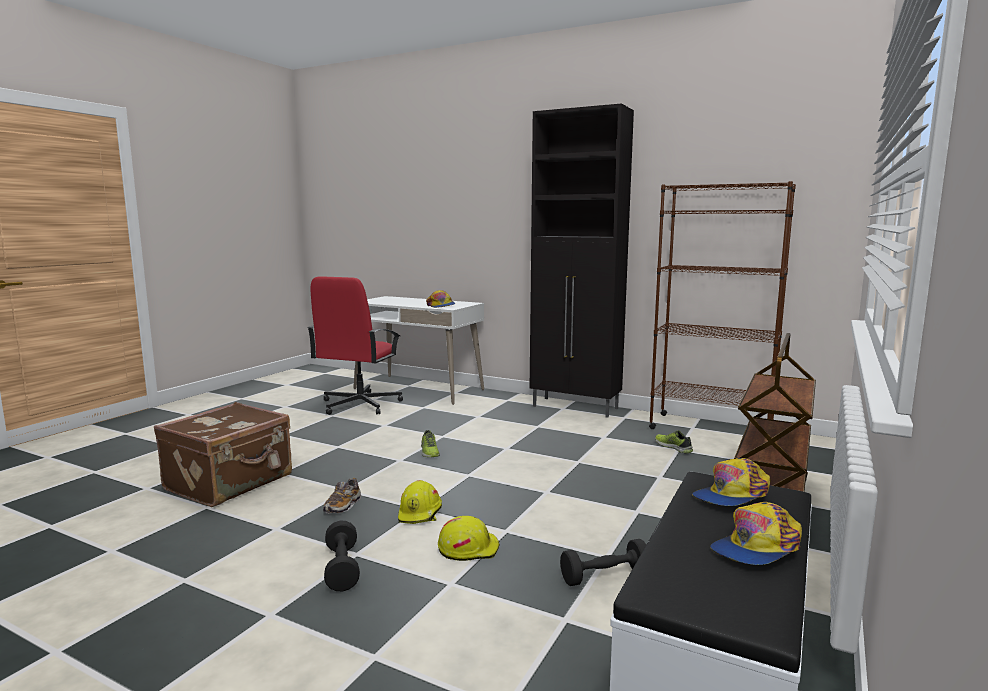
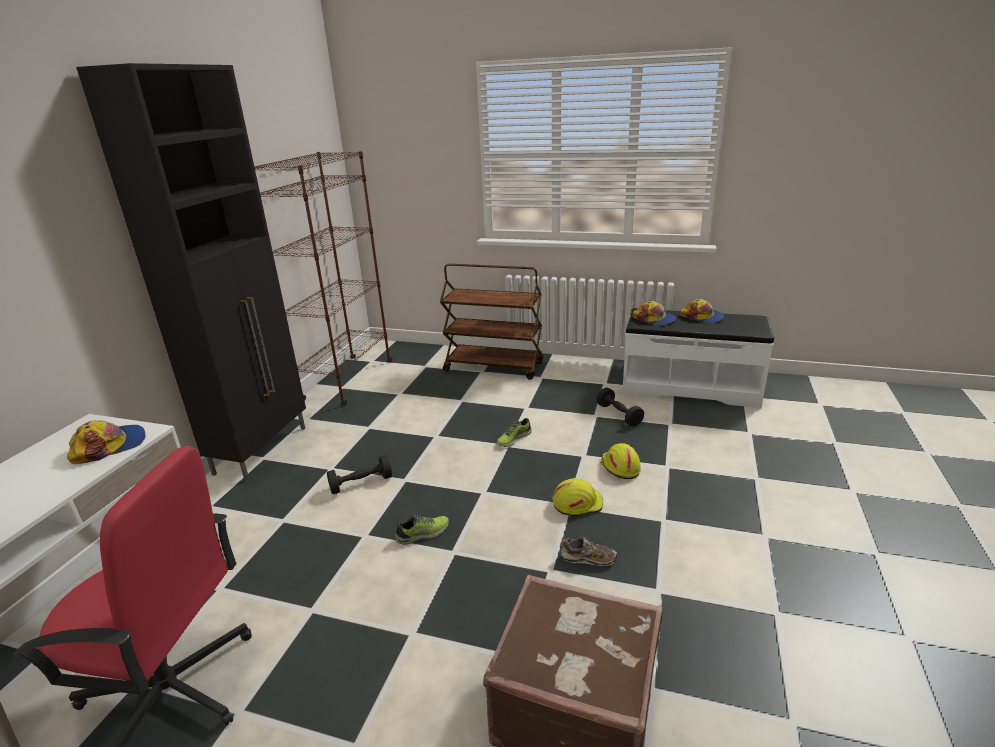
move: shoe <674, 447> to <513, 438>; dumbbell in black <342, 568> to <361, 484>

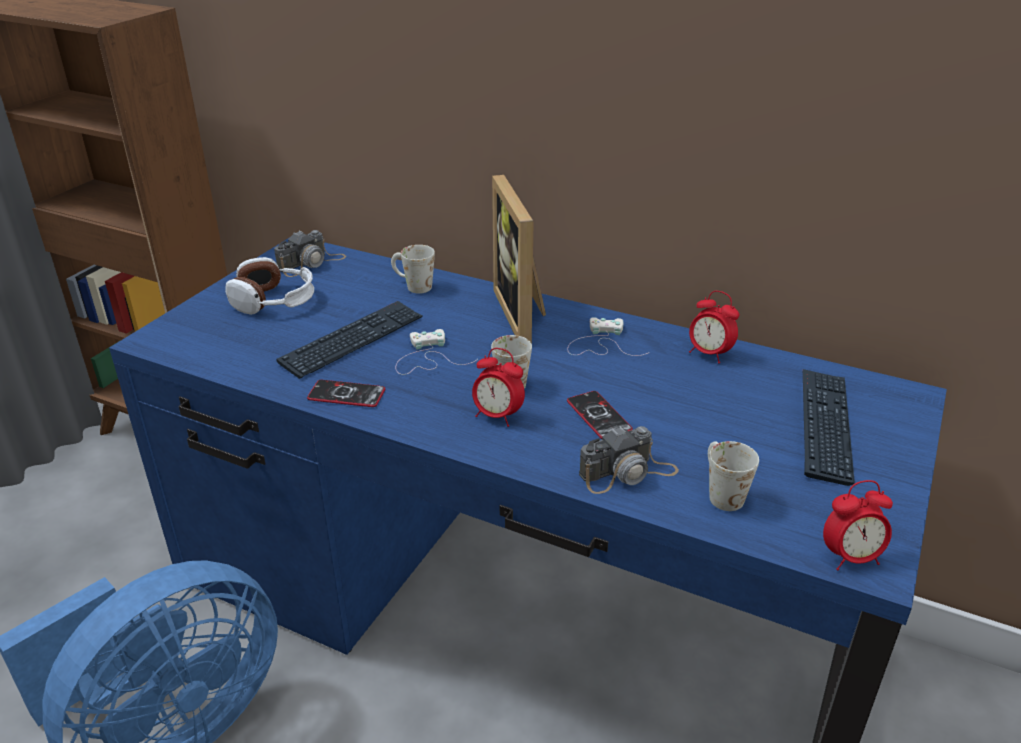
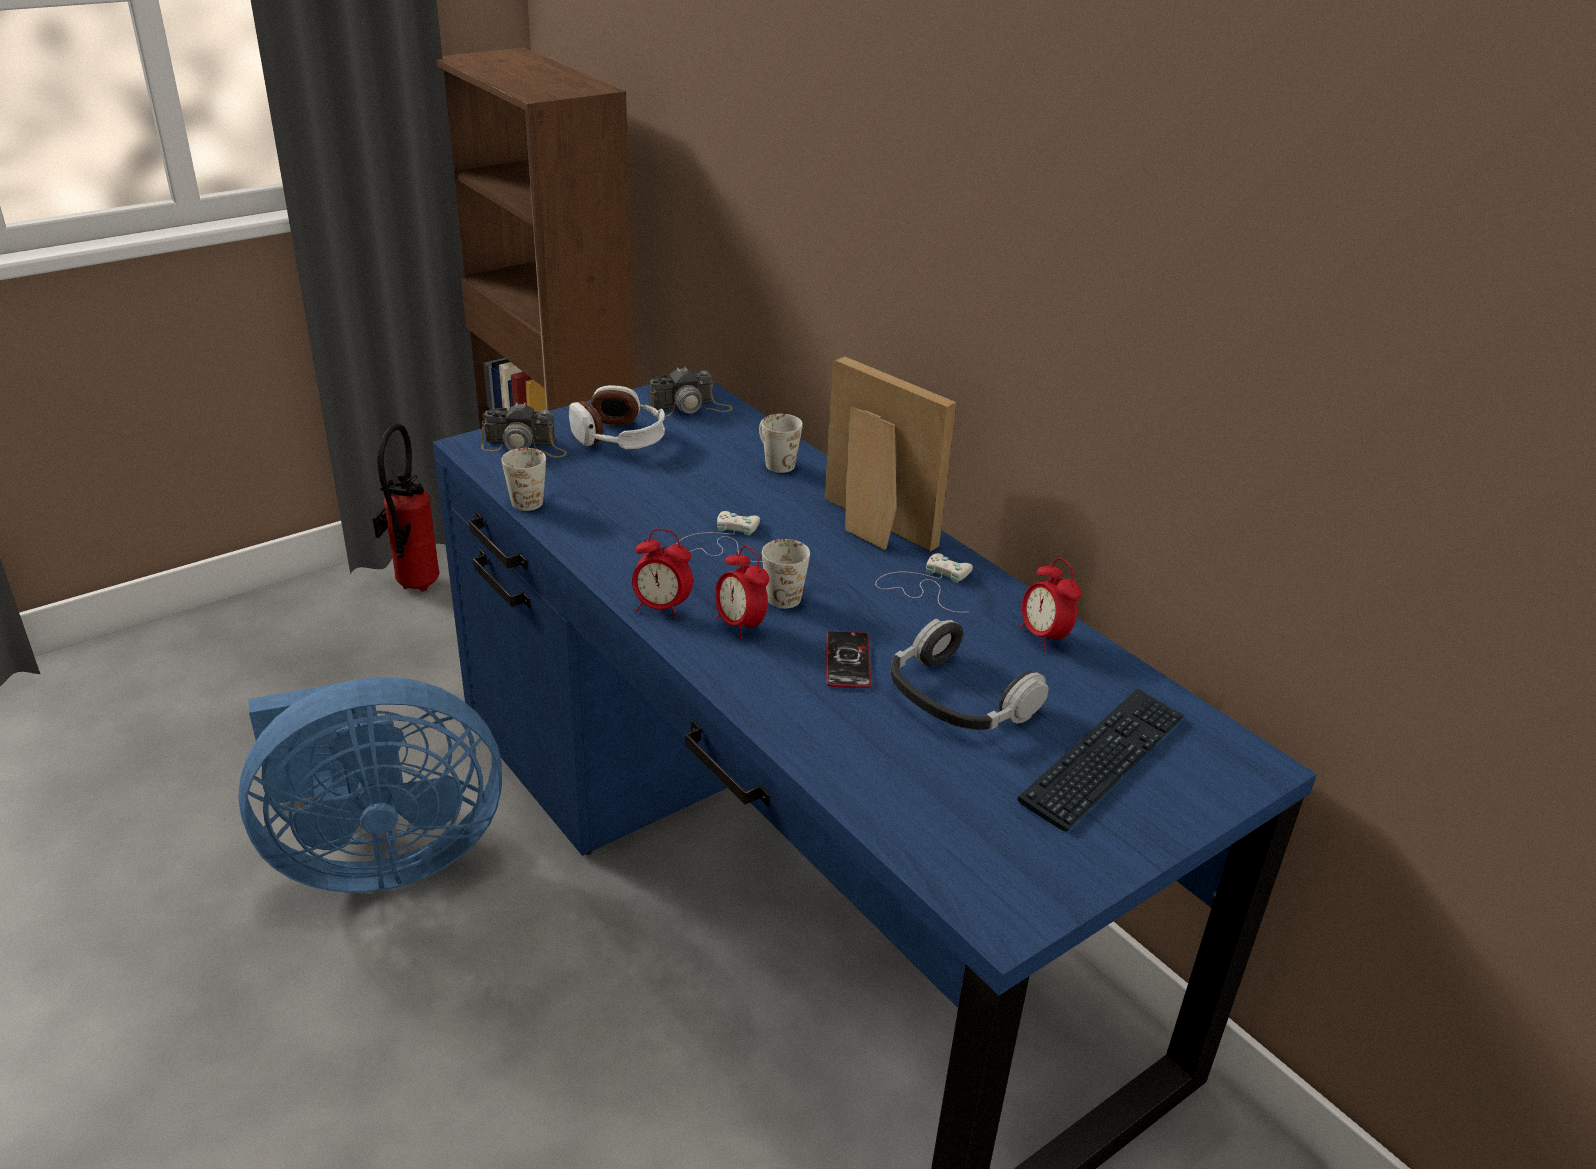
delete: keyboard <353, 341>; phone <346, 395>
insert: fire extinguisher <412, 587>; headphones <958, 698>
move: photo camera <628, 473> to <525, 446>; mug in white <720, 492> to <530, 498>; alarm clock <850, 557> to <661, 608>
rotate: picture frame <524, 314> = <869, 528> 120 degrees clockwise

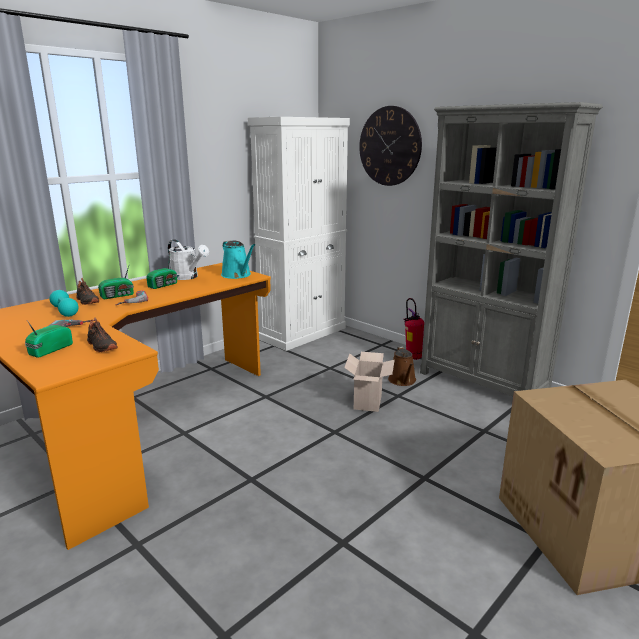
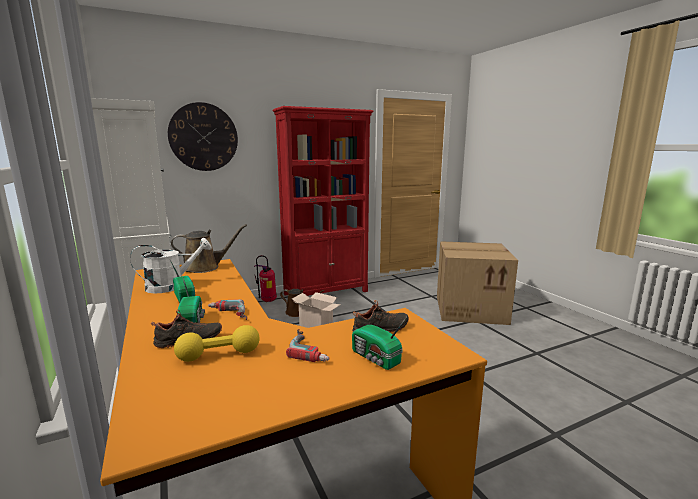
recolor: bookcase in grey <482, 384> to bookcase in red <326, 292>; watering can in turquoise <237, 275> to watering can in brown <205, 267>; dumbbell in turquoise <65, 311> to dumbbell in yellow <219, 355>

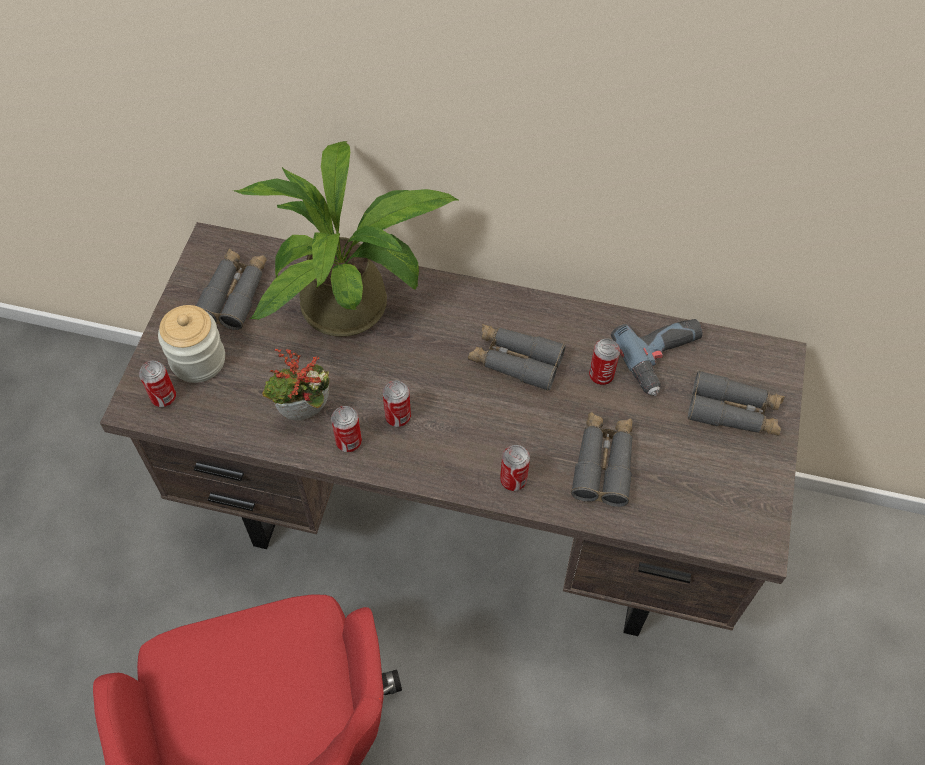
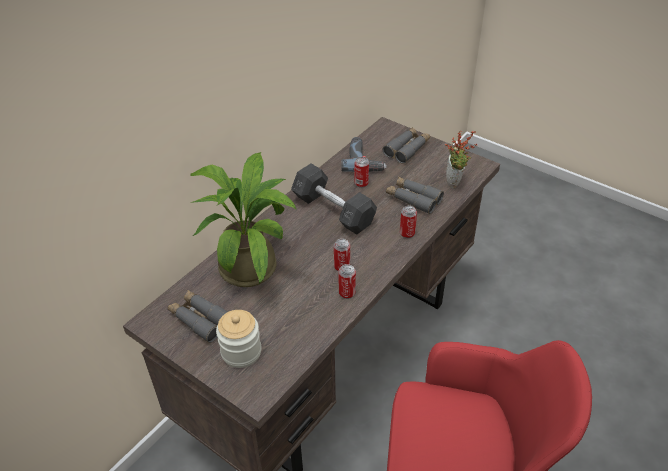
delete: can <164, 397>
move: potted plant <304, 417> to <455, 183>
replace: binoculars in grey <515, 361> to dumbbell in grey <333, 210>

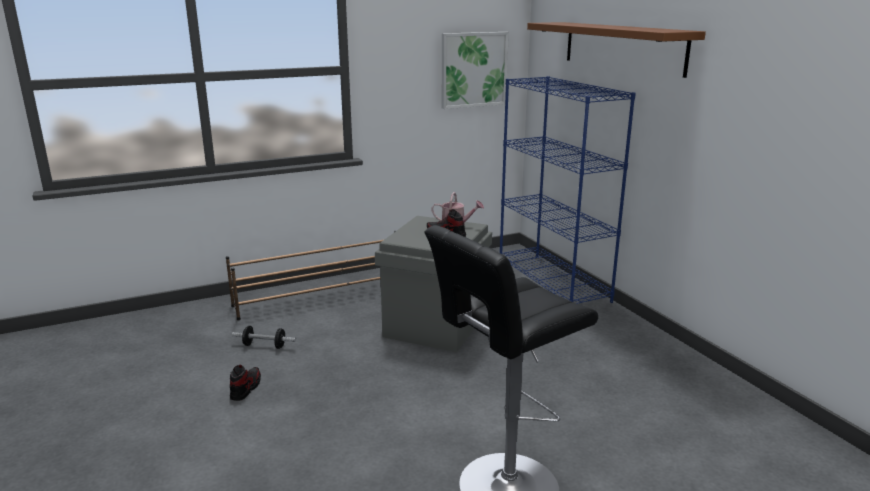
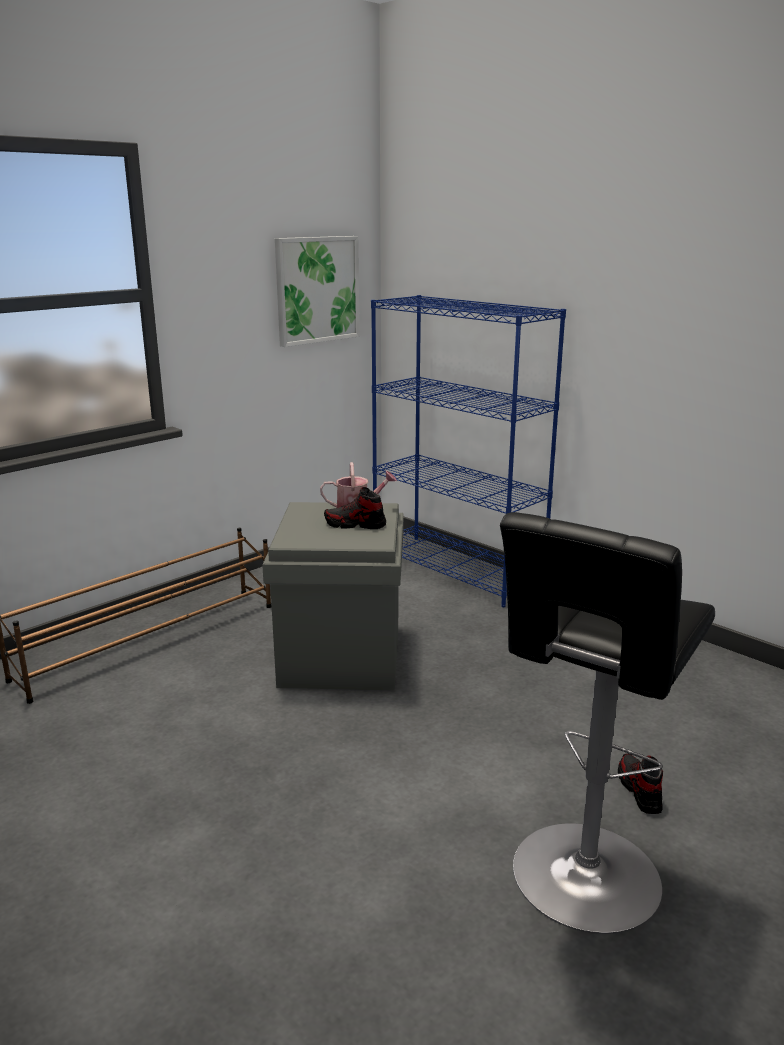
delete: shelf in brown <622, 47>; dumbbell <264, 346>
move: shoe <246, 388> to <639, 790>

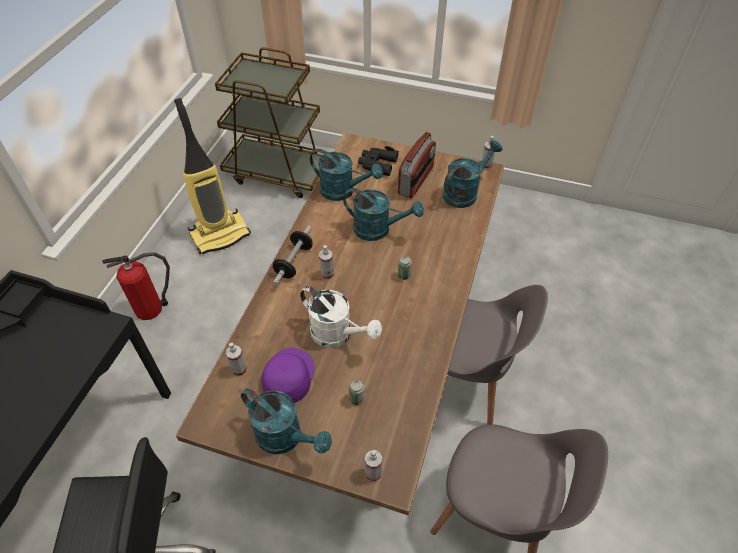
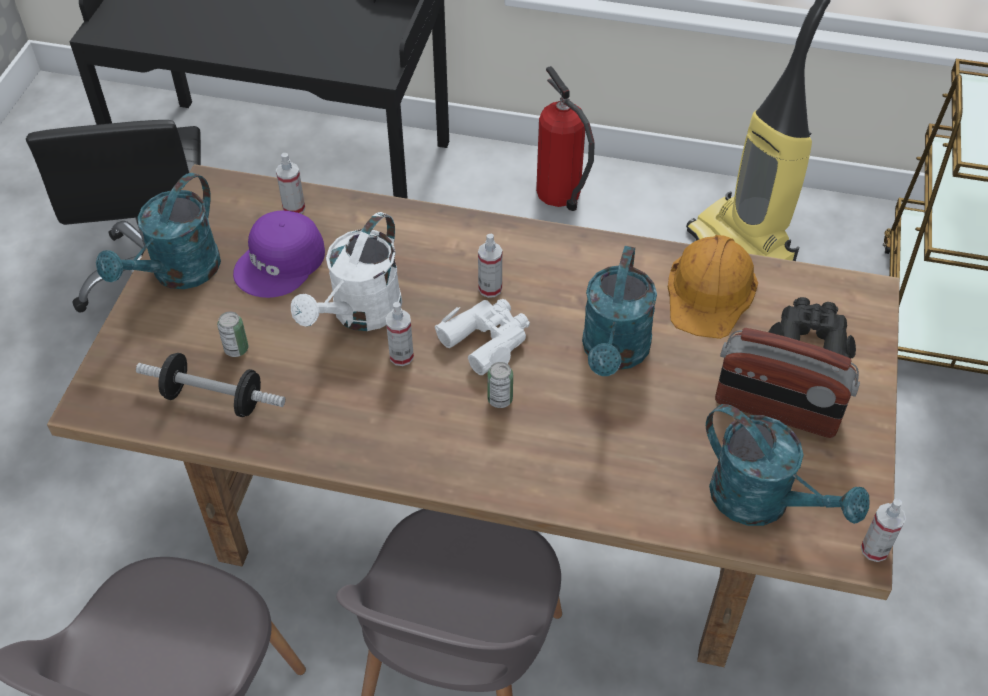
insert: binoculars in white <486, 339>
move: dumbbell <294, 262> to <214, 399>; spray bottle <373, 473> to <401, 356>
replace: watering can in turquoise <343, 191> to hard hat in orange <710, 291>
rotate: cap in purple <287, 376> = <281, 262> 120 degrees clockwise

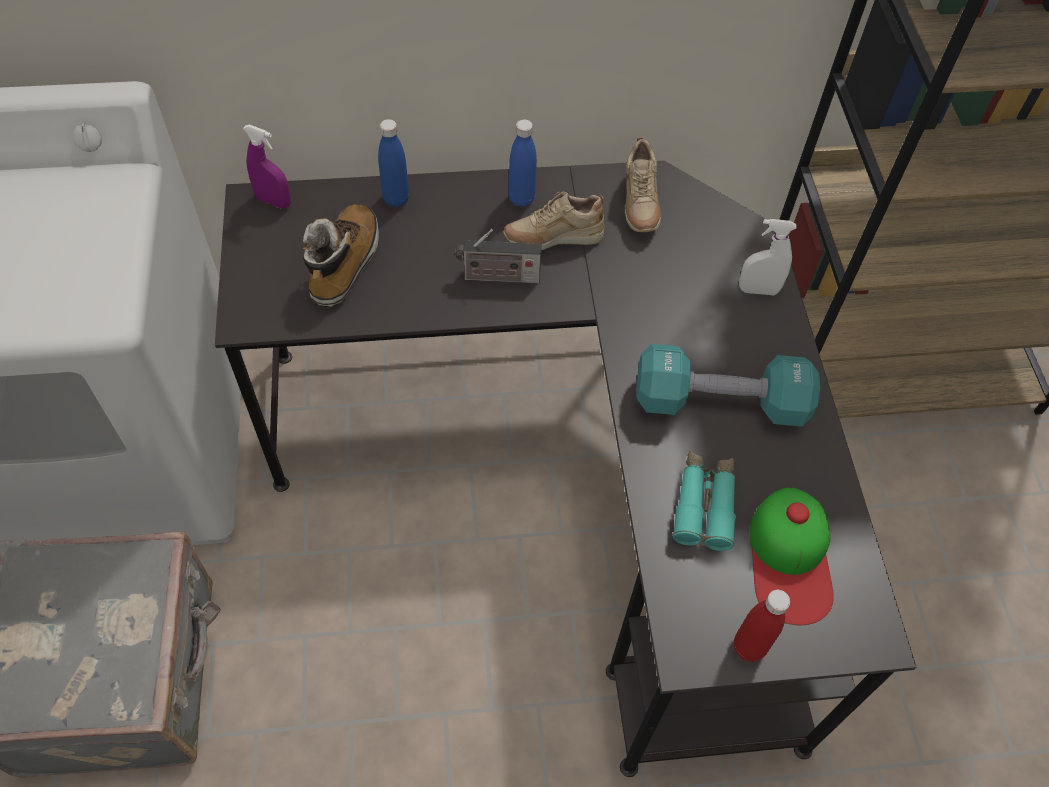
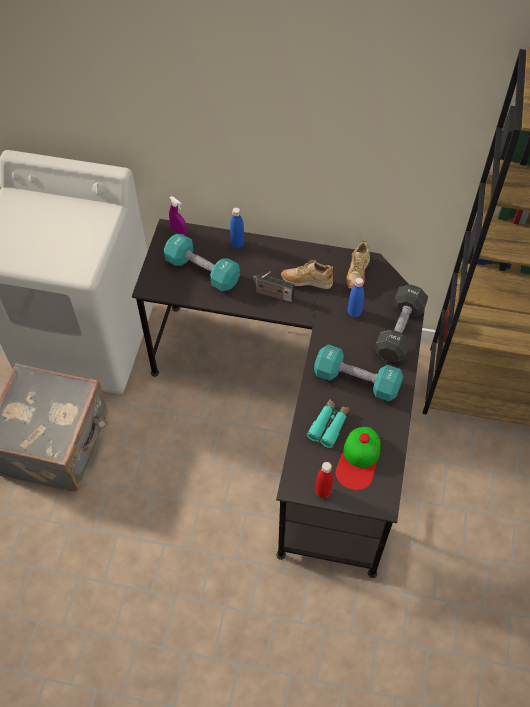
move: bottle in blue <521, 199> to <354, 312>
replace: boot <345, 264> to dumbbell in turquoise <202, 271>; spray bottle in white <758, 290> to dumbbell in black <399, 331>

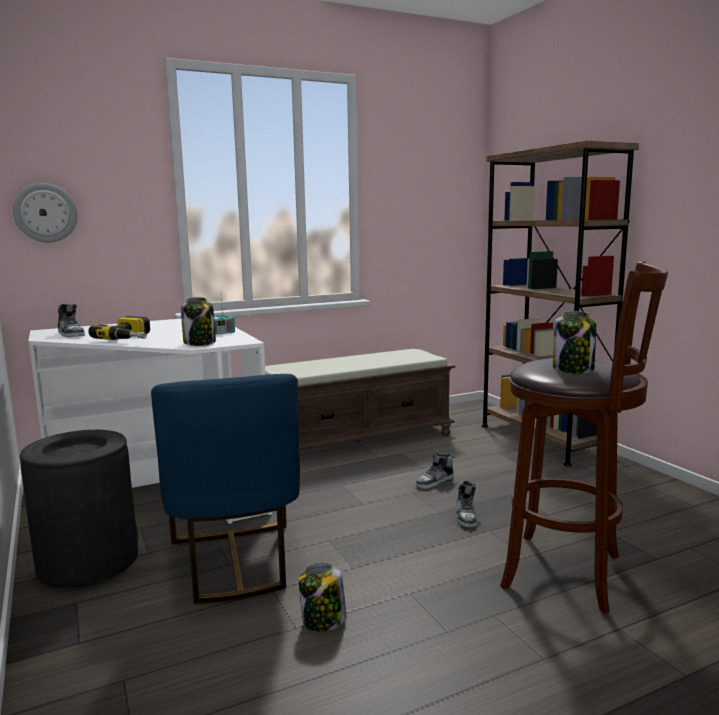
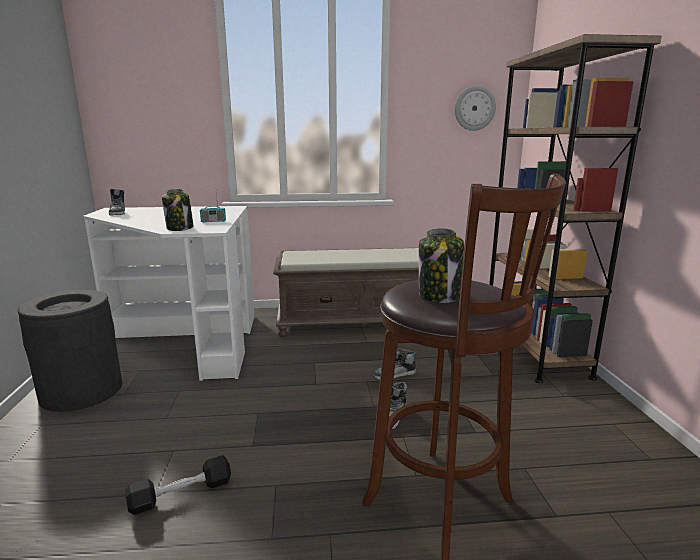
delete: power drill <132, 338>; chair in blue <234, 562>
move: wall clock <45, 213> to <474, 108>
replace: jar <323, 621> to dumbbell in black <181, 494>

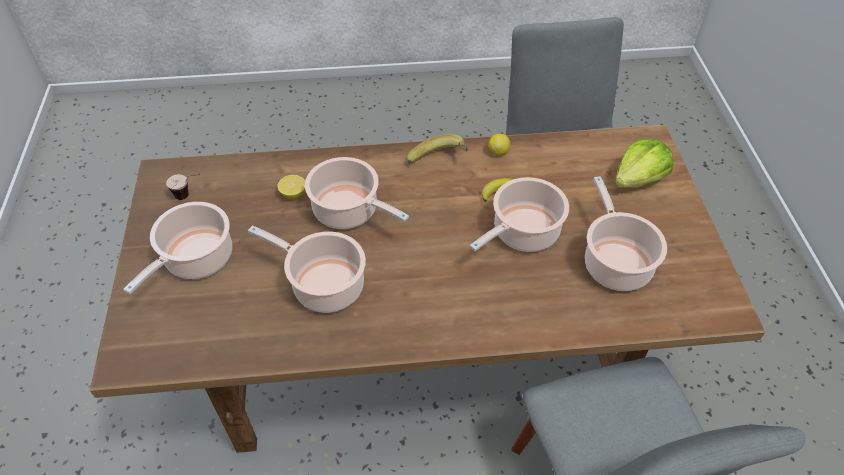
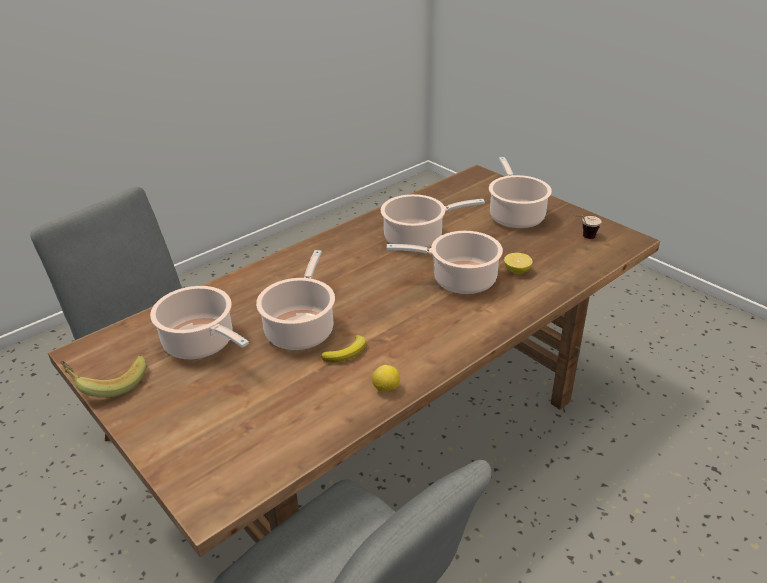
delete: lettuce <638, 179>
move: banana <439, 162> to <108, 383>

